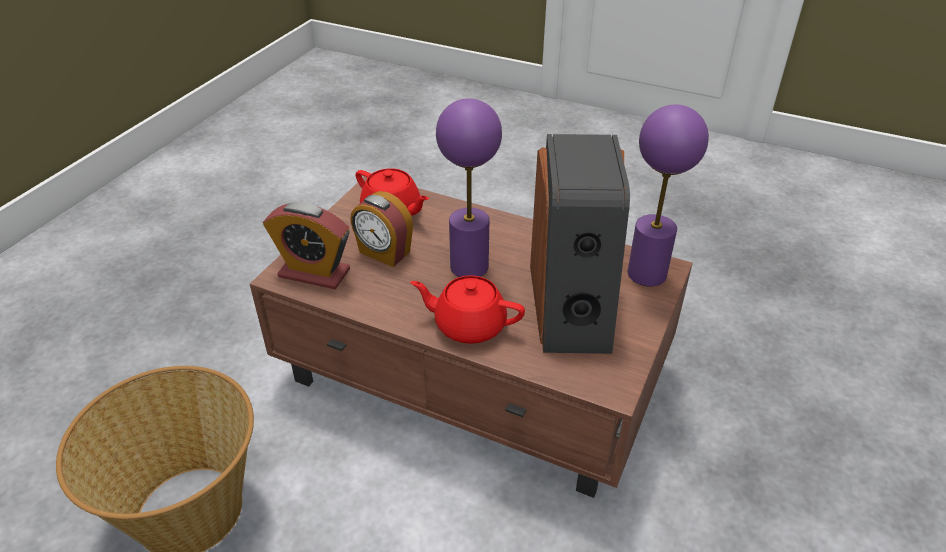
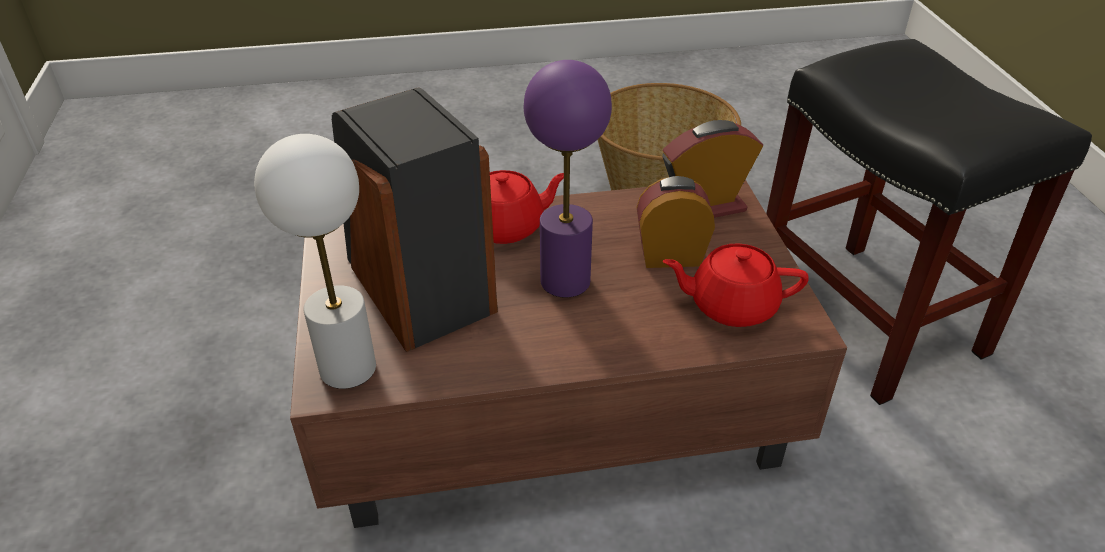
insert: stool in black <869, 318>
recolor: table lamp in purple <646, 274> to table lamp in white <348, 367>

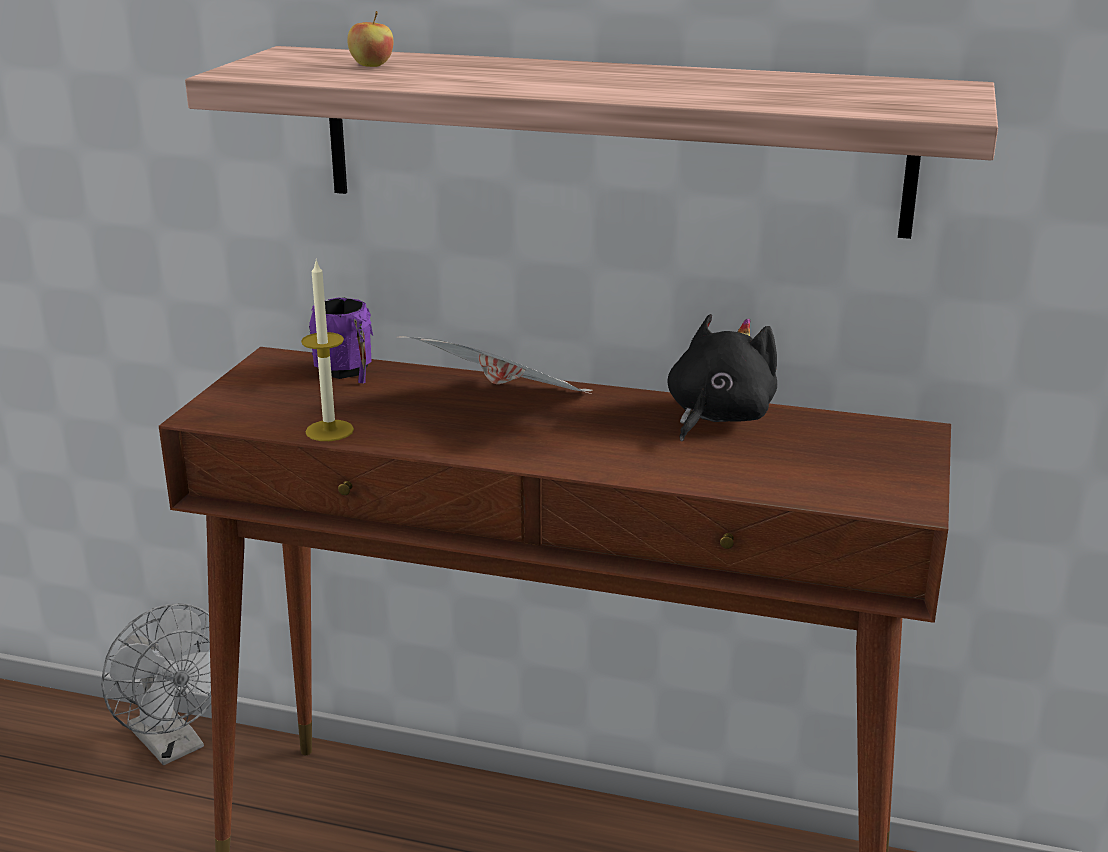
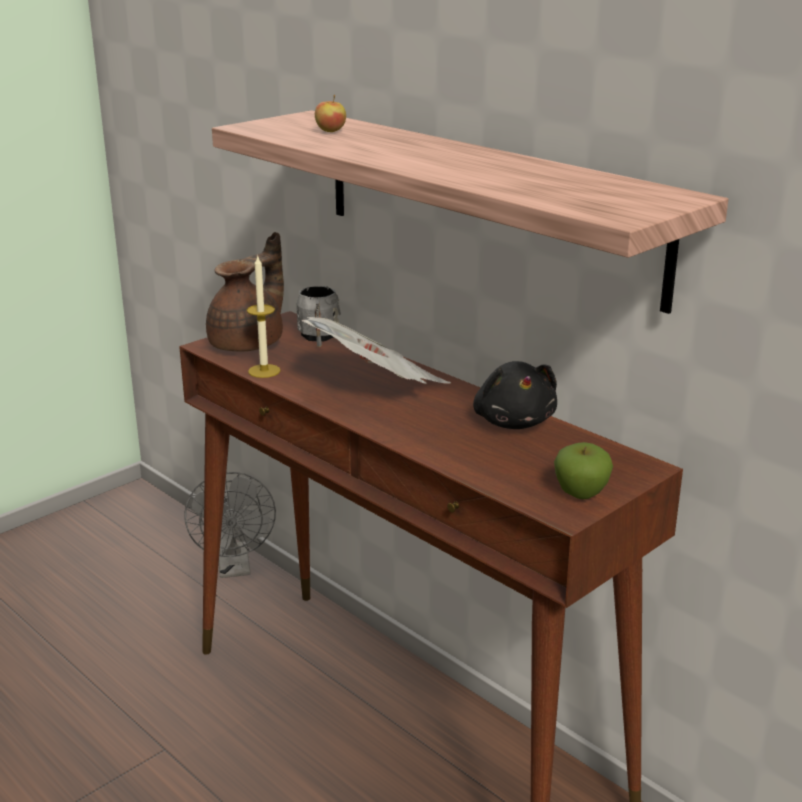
insert: teapot in brown <249, 343>; apple <580, 494>
recolor: mug in purple <347, 372> to mug in grey <318, 338>
rotate: plush toy in black <717, 417> = <514, 421> 105 degrees clockwise

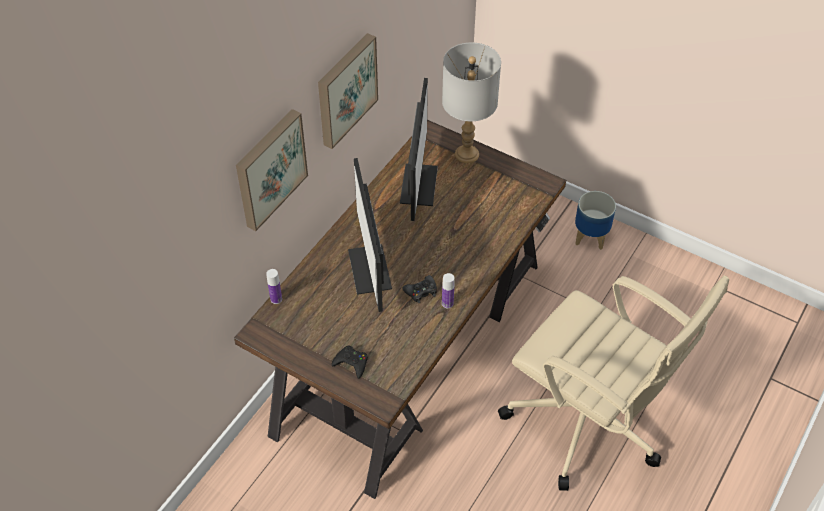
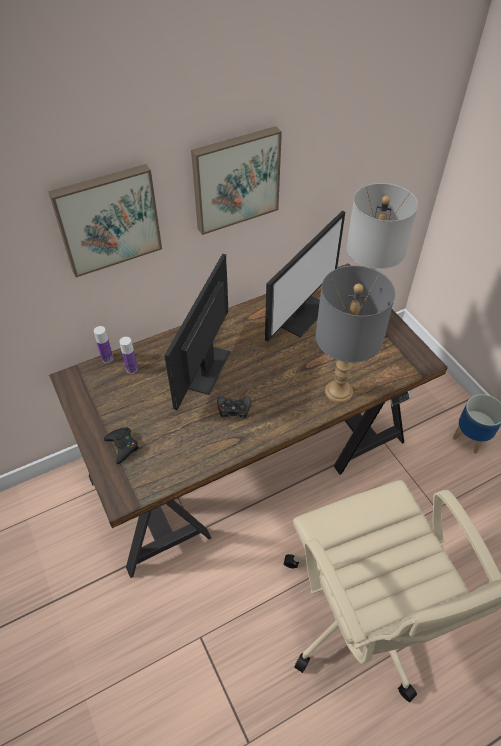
insert: table lamp in grey <338, 391>
move: bottle <447, 303> to <132, 369>

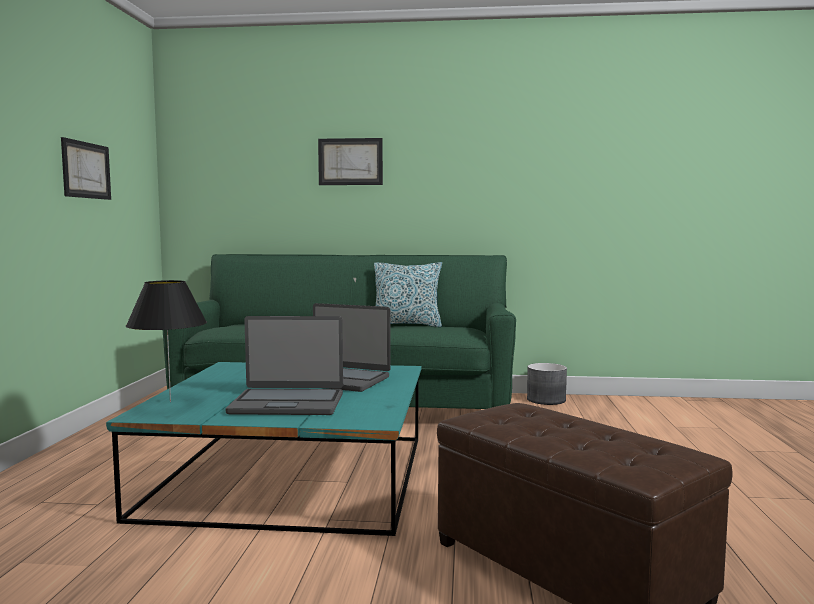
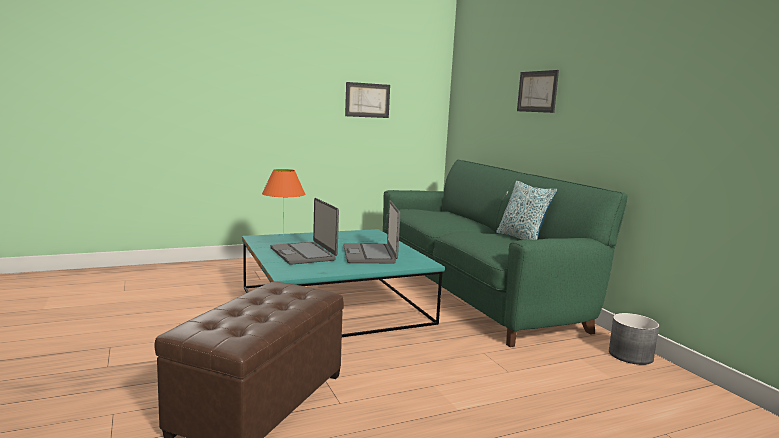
recolor: table lamp in black <170, 402> to table lamp in orange <283, 237>

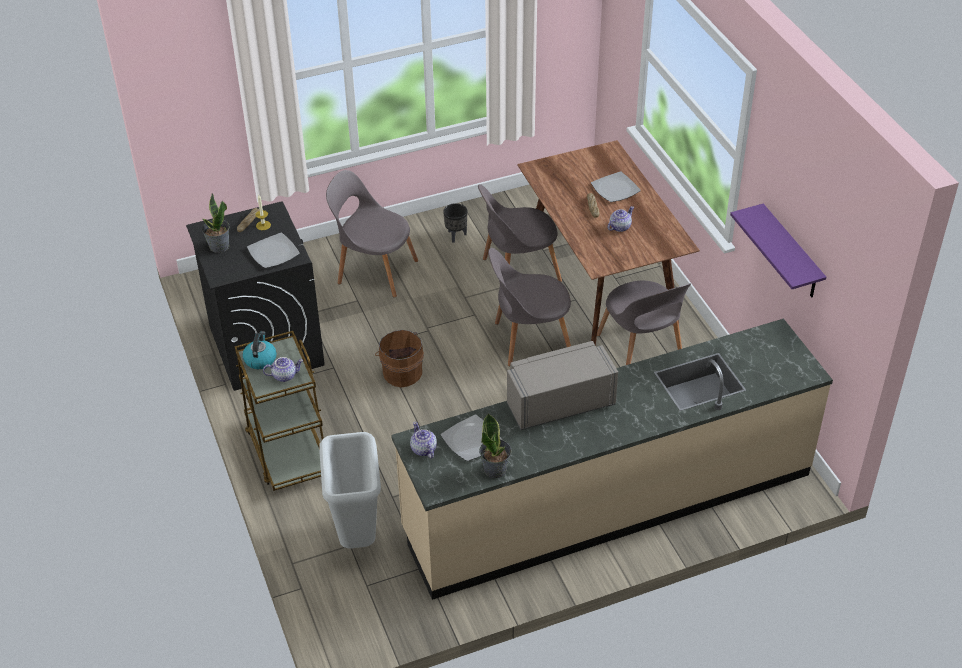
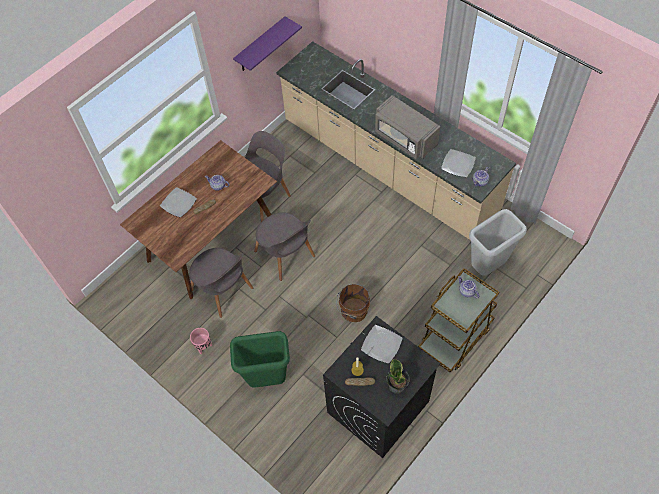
delete: kettle <260, 359>; potted plant <495, 469>
replace: chair in grey <374, 270> to trash can in green <267, 380>
recolor: planter in black <455, 236> to planter in pink <204, 346>

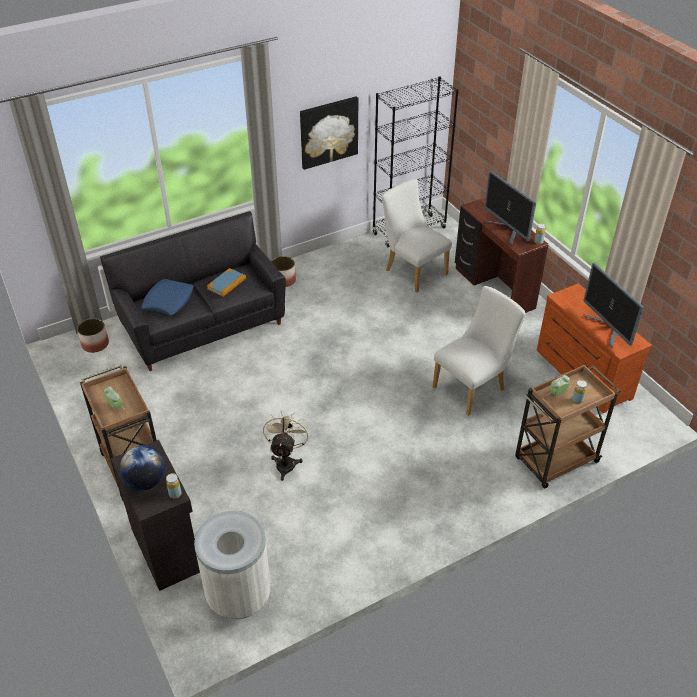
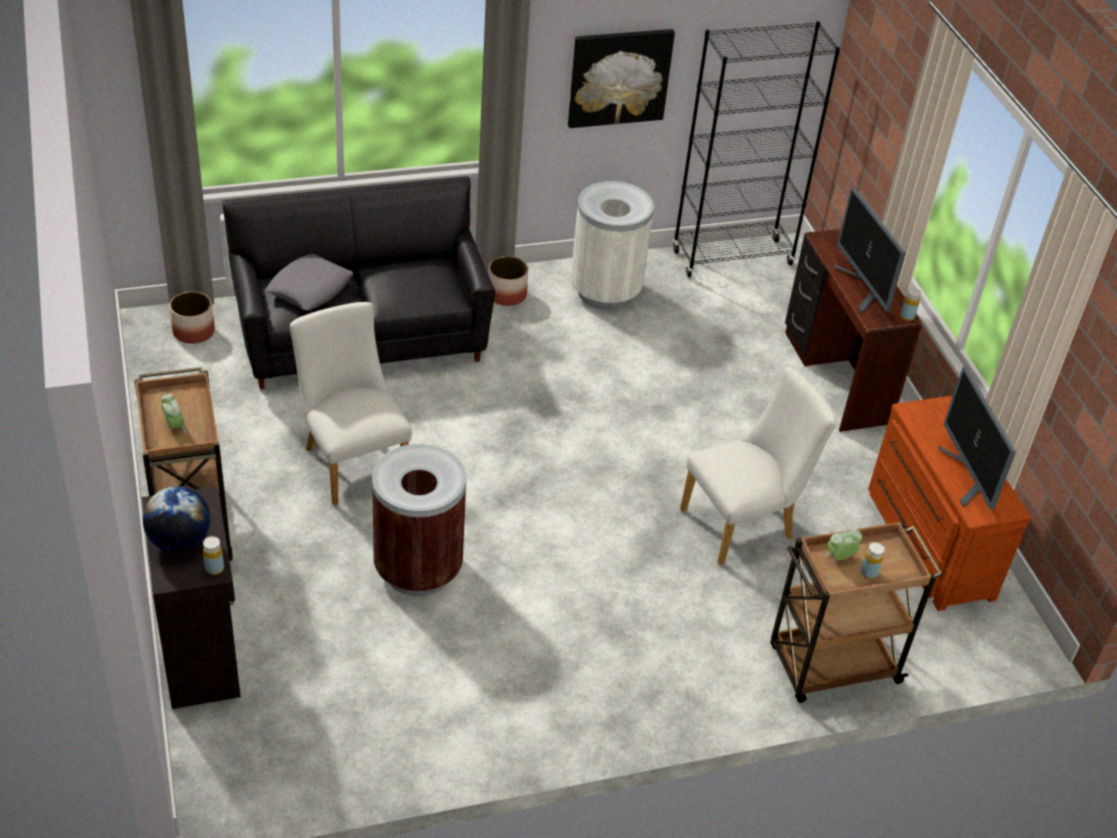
delete: book <226, 284>
move: chair in white <412, 271> to <352, 461>; trash can in white <239, 595> to <606, 291>
replace: fan in beige <286, 461> to trash can in brown <417, 569>
recolor: pillow in blue <168, 300> to pillow in grey <310, 288>

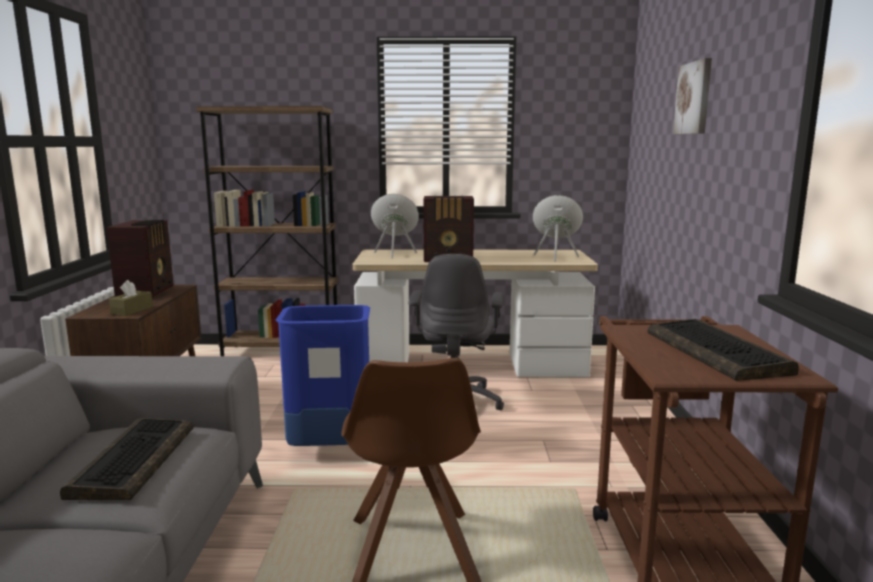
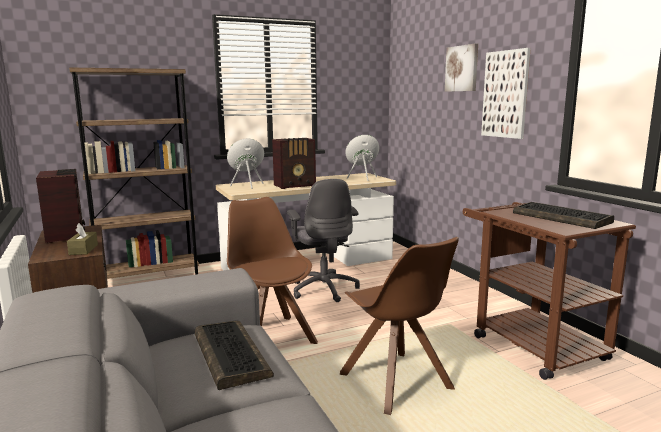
insert: picture <505, 94>
replace: trash can in blue <330, 449> to chair in brown <270, 336>

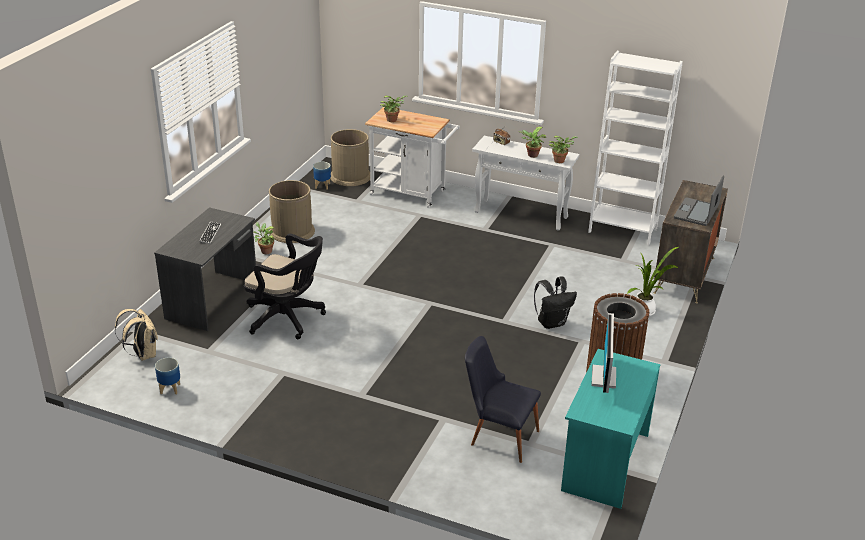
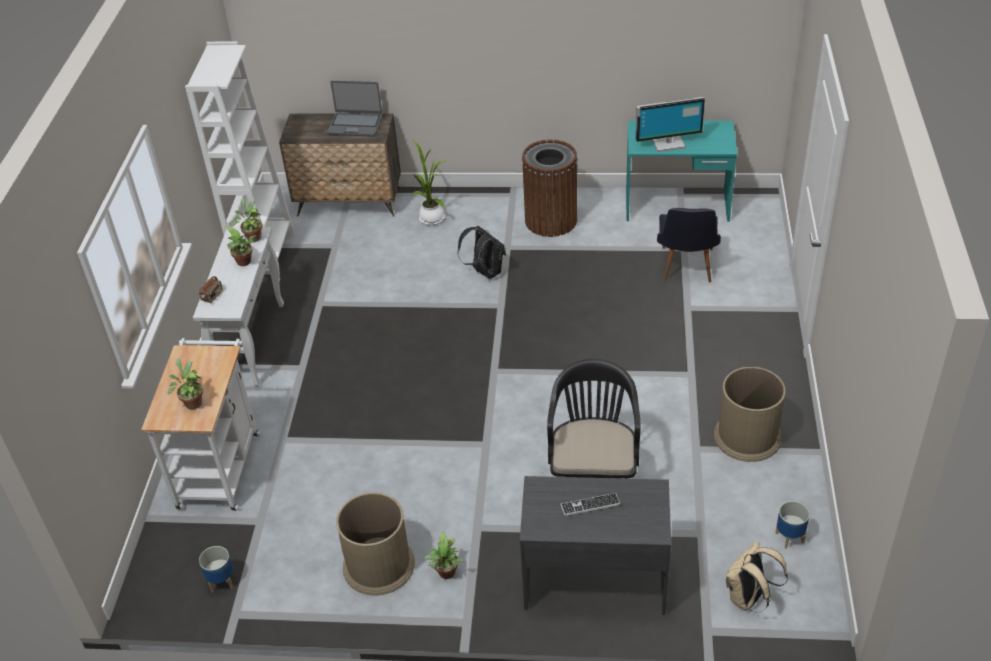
move: trash can in brown <350, 176> to <747, 436>

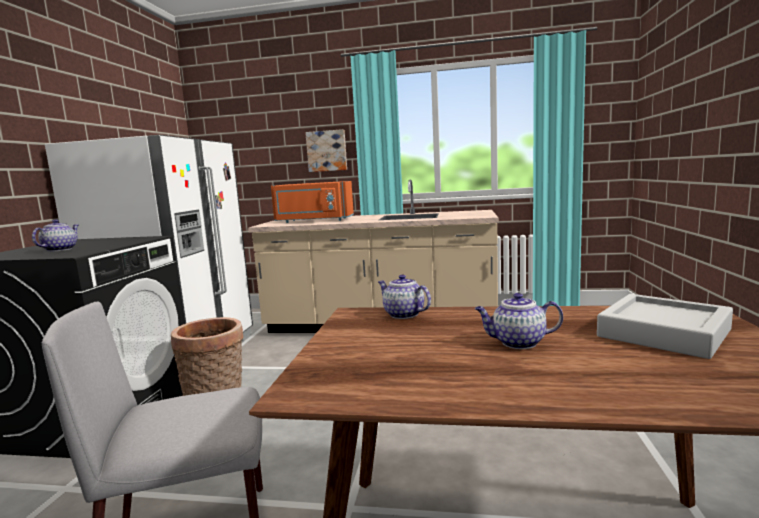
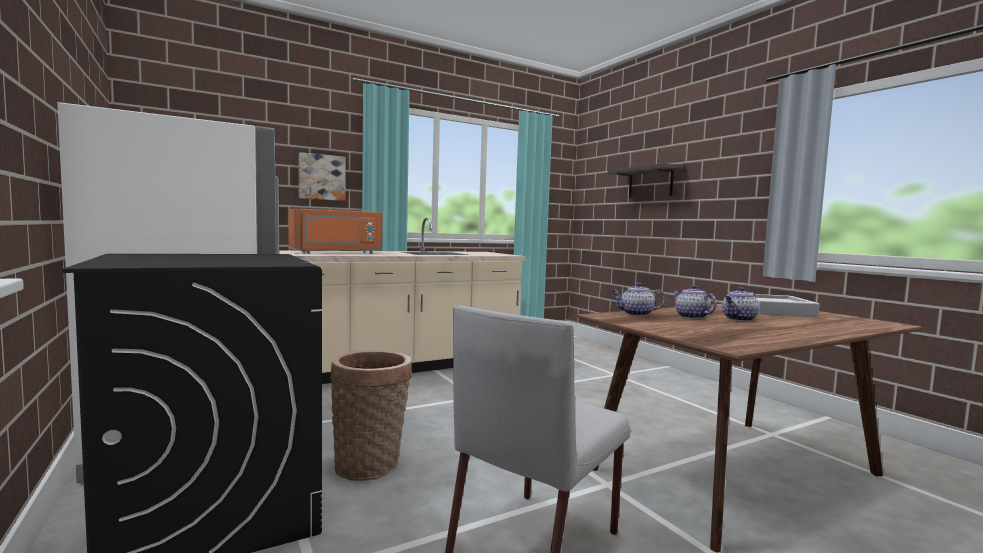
insert: shelf <650, 182>
move: teapot <60, 249> to <691, 317>

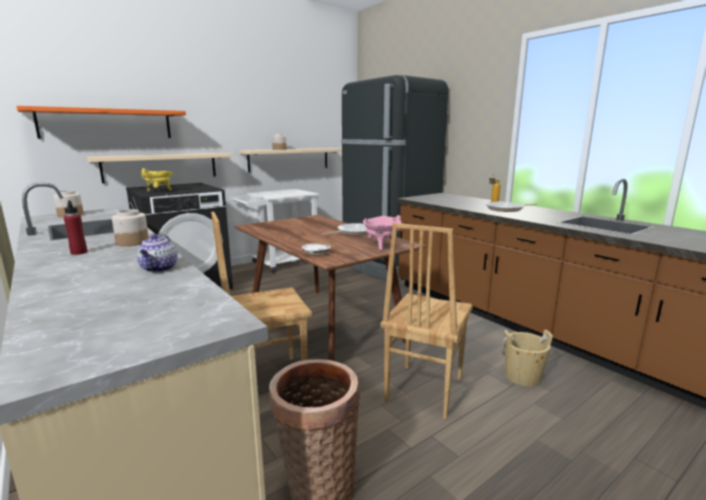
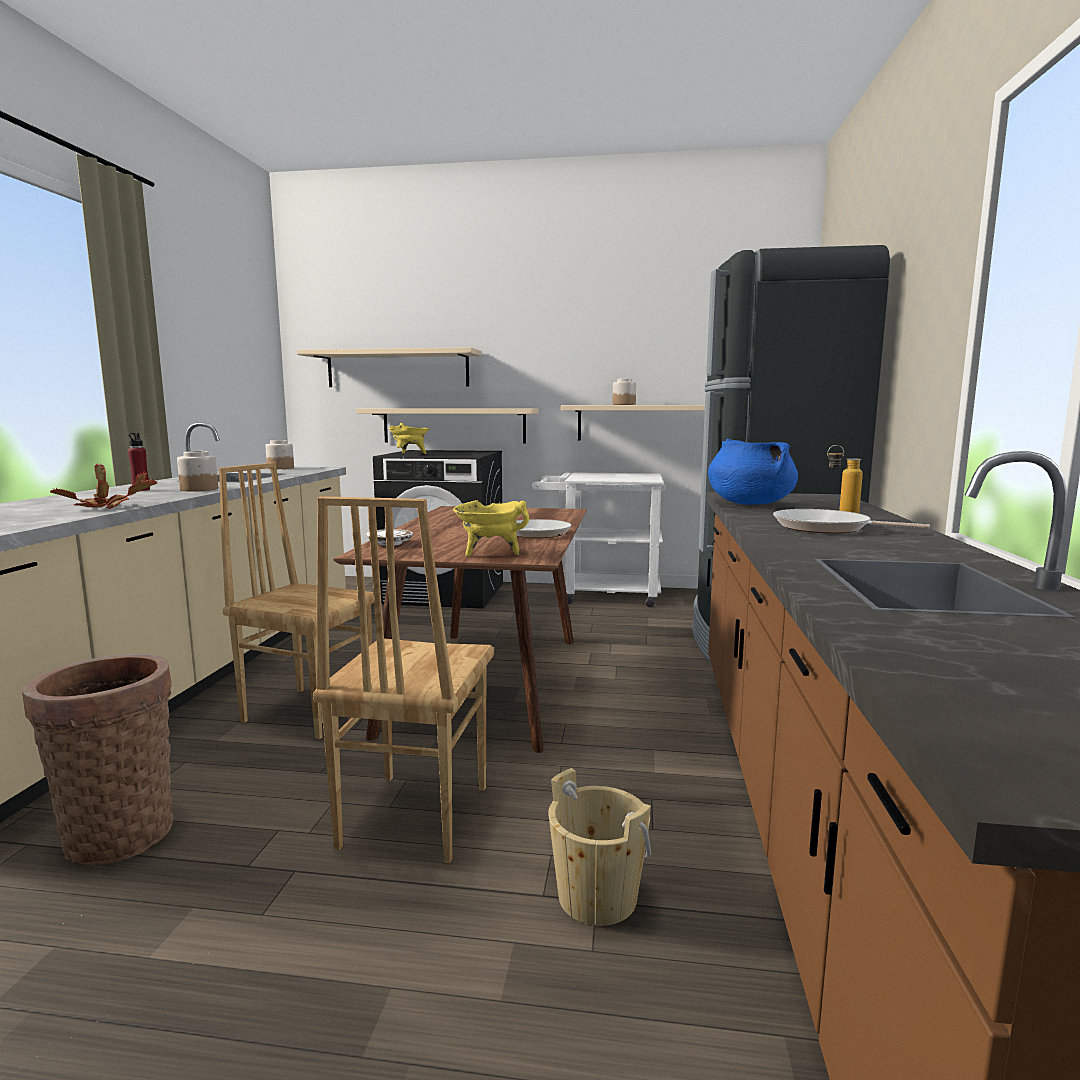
insert: cooking pot in blue <749, 503>
replace: teapot <159, 269> to potted plant <107, 506>
recolor: shelf in orange <107, 124> to shelf in beige <397, 369>; cooking pot in pink <381, 246> to cooking pot in yellow <490, 553>
rotate: chair in brown <422, 390> = <412, 816> 60 degrees counterclockwise

